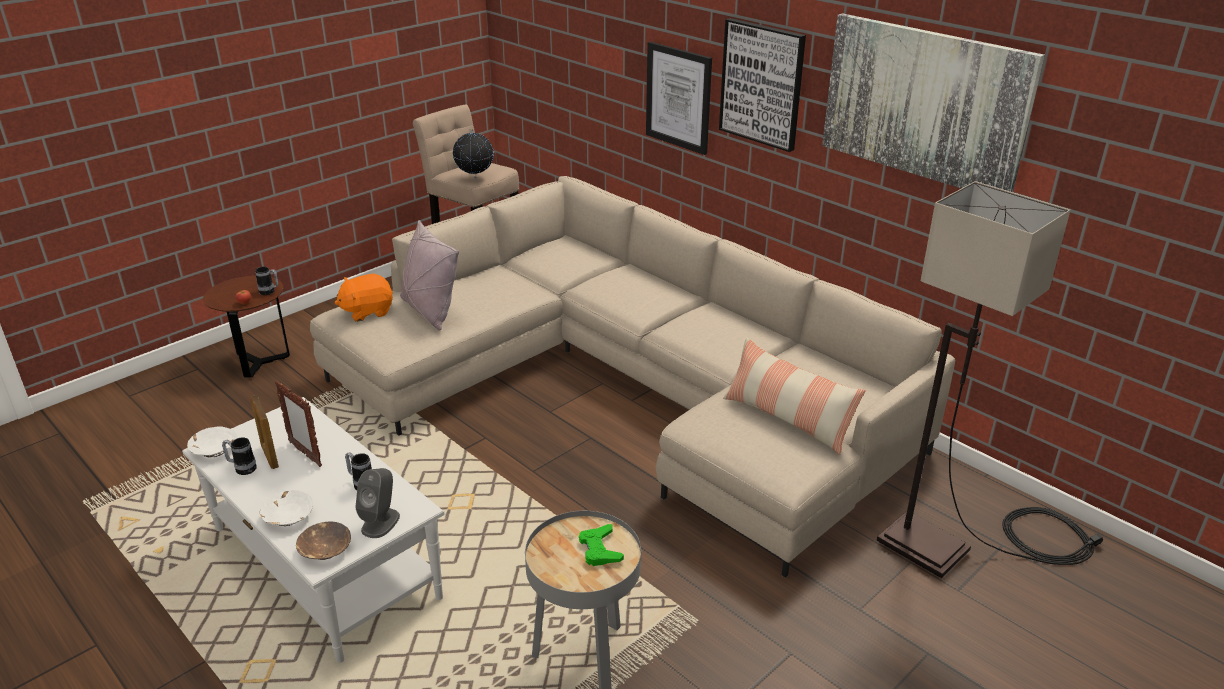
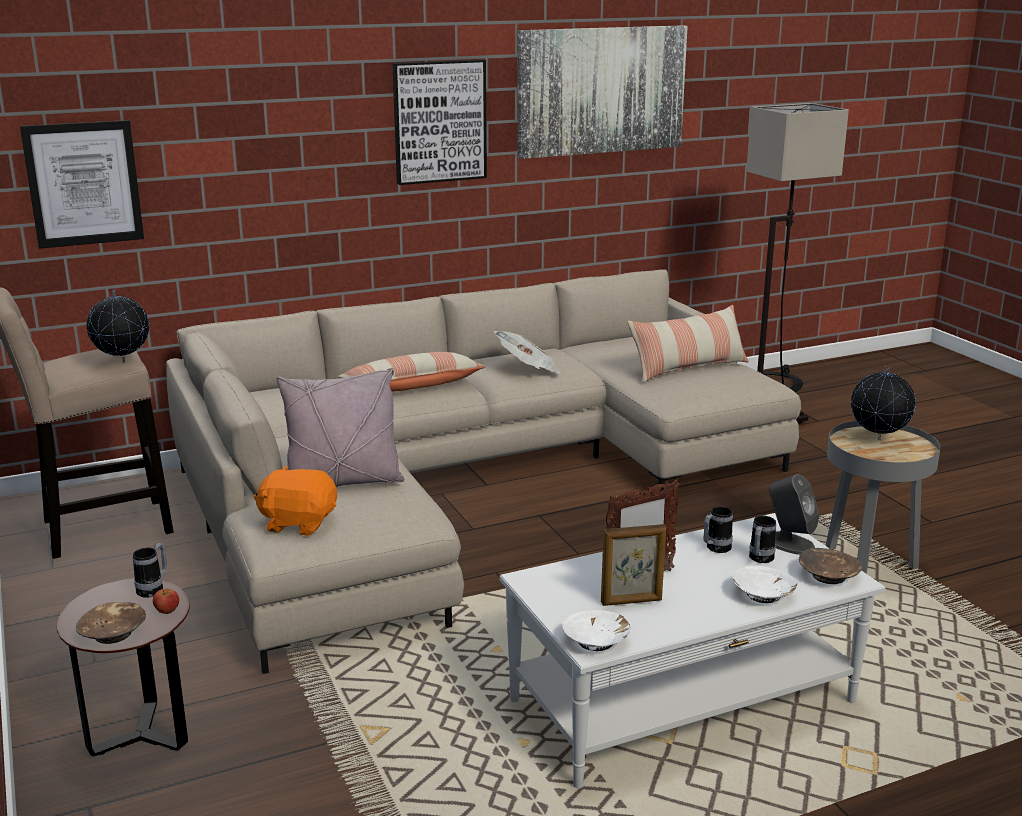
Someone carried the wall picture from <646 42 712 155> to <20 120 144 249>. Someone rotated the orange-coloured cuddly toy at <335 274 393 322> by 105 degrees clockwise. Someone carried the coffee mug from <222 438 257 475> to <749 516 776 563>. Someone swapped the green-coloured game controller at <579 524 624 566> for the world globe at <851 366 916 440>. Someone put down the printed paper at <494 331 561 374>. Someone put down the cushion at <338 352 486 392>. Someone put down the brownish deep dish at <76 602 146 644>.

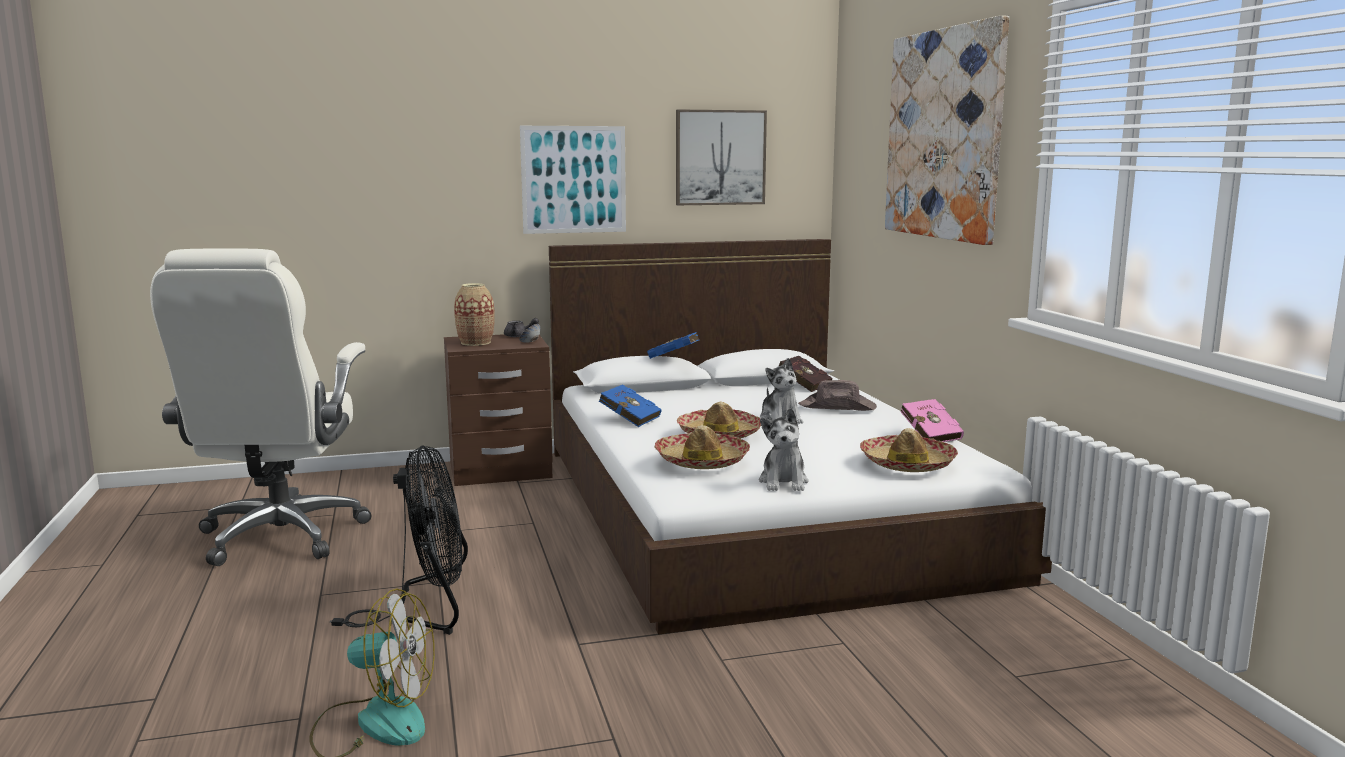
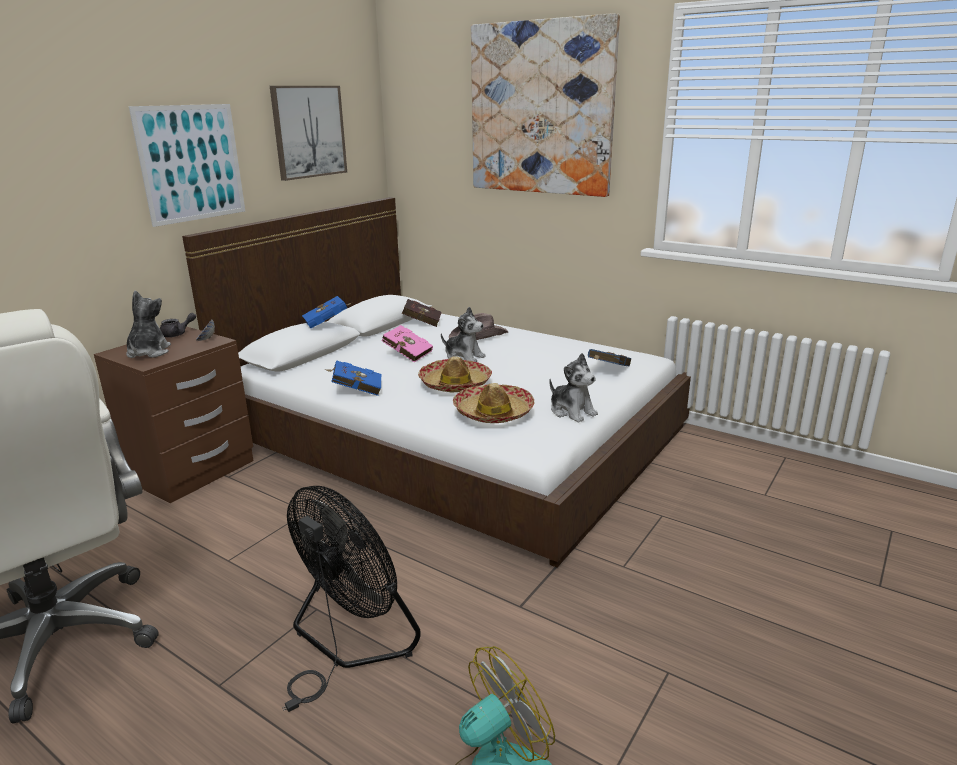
Someone swapped the flower vase at <454 283 495 346> for the cuddly toy at <126 291 171 358>. Someone carried the pink-coloured bound book from <901 399 964 442> to <382 325 433 362>. Someone swapped the hat at <860 428 958 472> for the blue bound book at <588 349 632 367>.

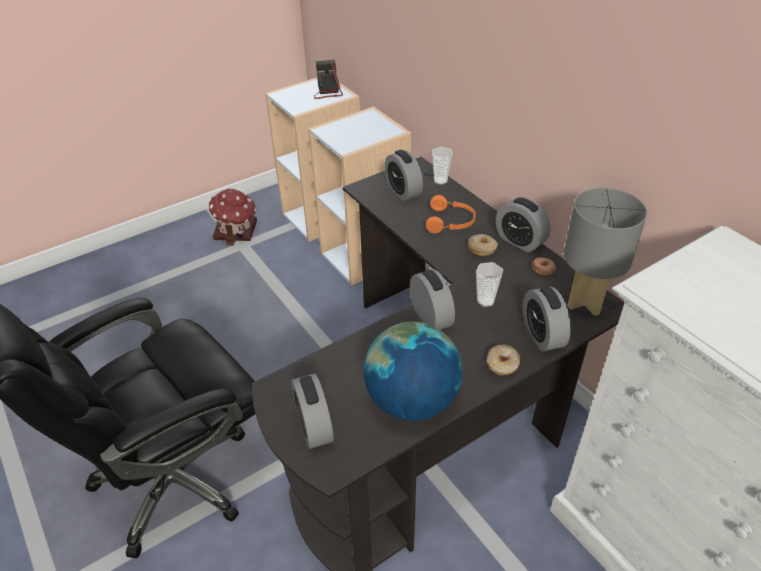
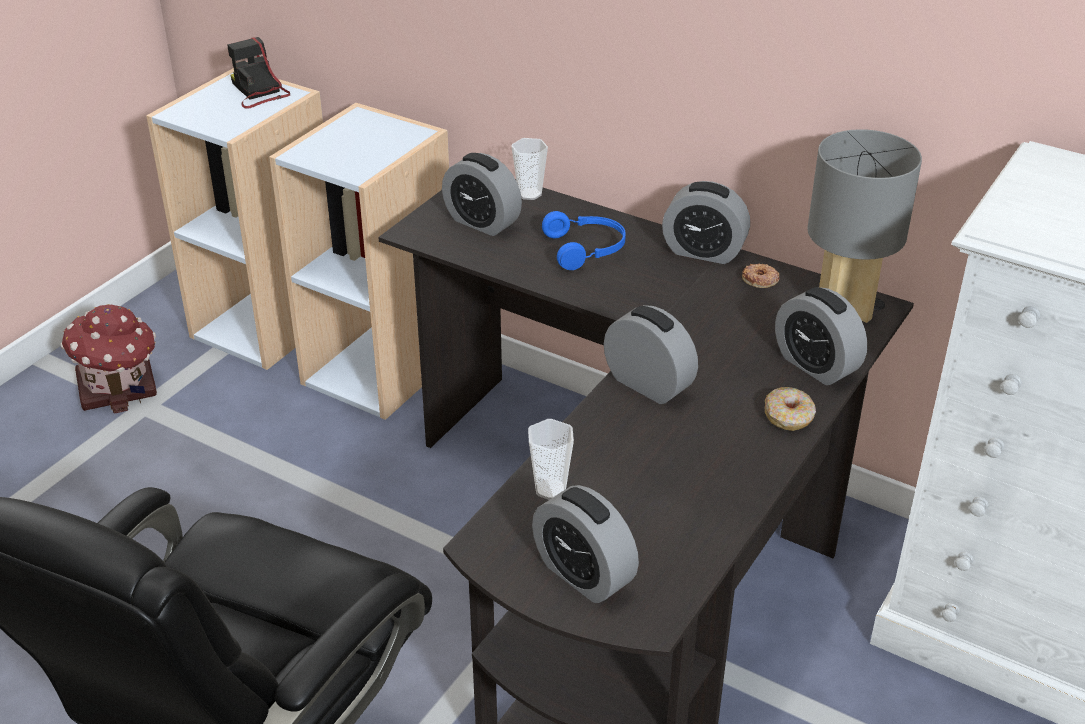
Someone repainted the orange-coloured headphones at <426 195 476 233>, which became the blue headphones at <542 211 626 270>. Someone took away the ring doughnut at <468 234 498 256>. Someone carried the small cup from <476 262 503 307> to <528 419 574 500>. Someone took away the world globe at <364 322 462 421>.

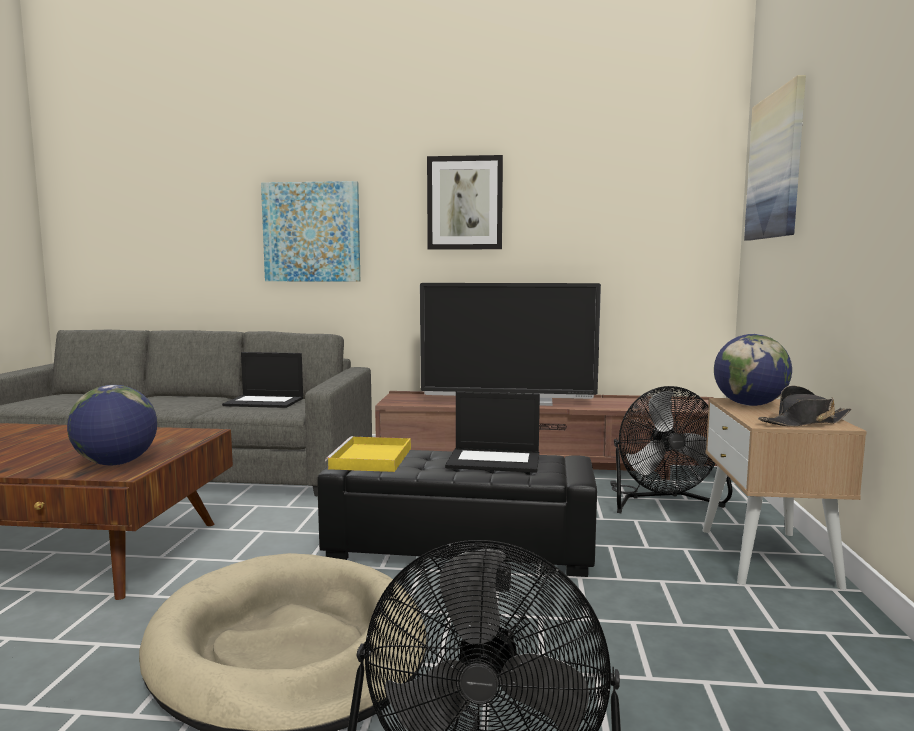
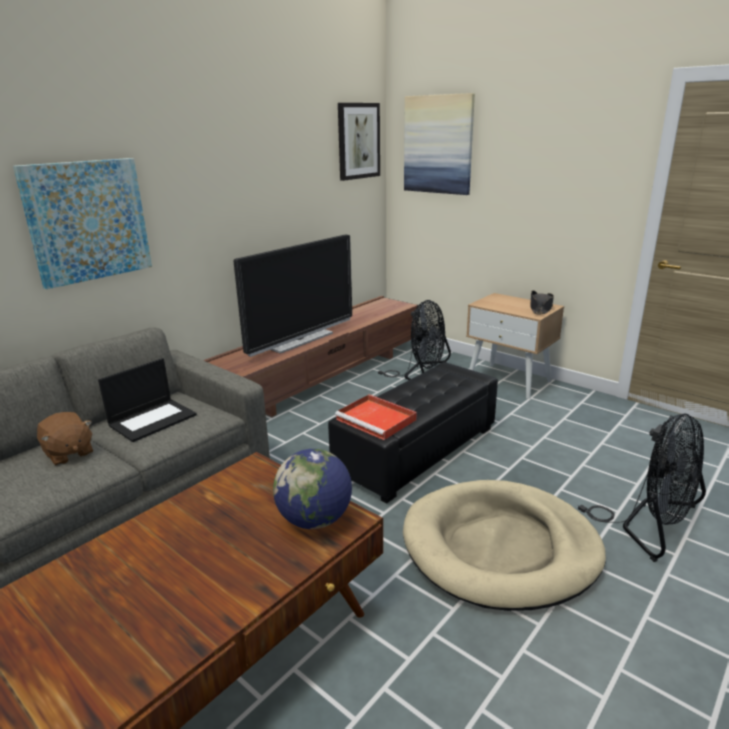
Someone carried the wall picture from <427 155 503 250> to <338 103 380 181>. Someone took away the world globe at <714 334 792 406>. Someone took away the notebook computer at <445 391 540 473>. Someone repainted the yellowish tray at <325 436 411 472>, which became the red tray at <335 394 417 440>. Someone put down the brownish cuddly toy at <37 412 93 466>.

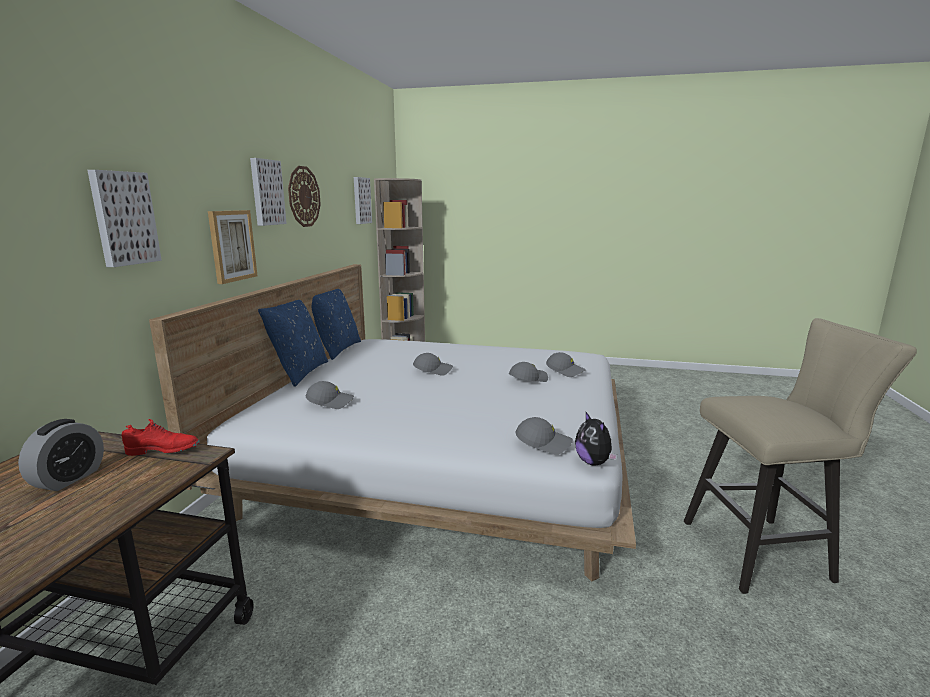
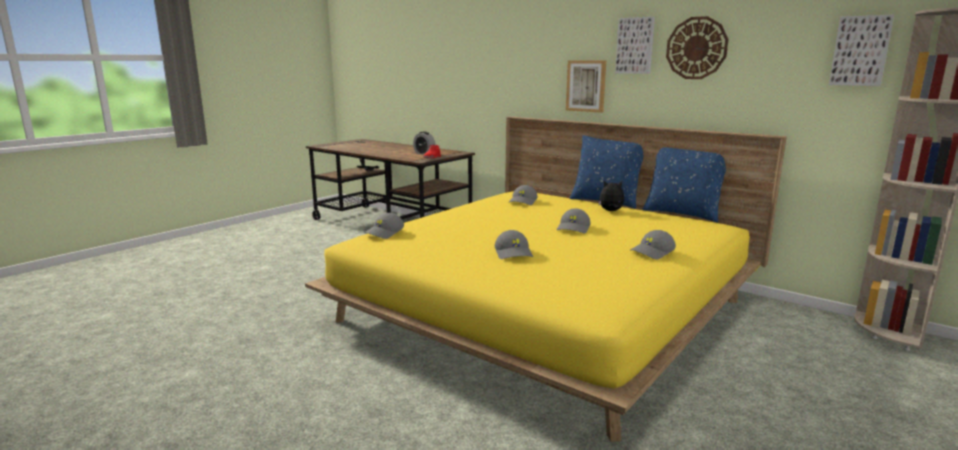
Someone took away the wall picture at <87 170 162 267>. Someone repainted the white-coloured bed at <149 264 636 582>, which became the yellowish bed at <305 117 787 442>. Someone took away the sand-coloured sitting stool at <684 318 917 594>. Someone carried the grey cap from <546 352 586 377> to <630 230 676 259>. Someone carried the cuddly toy from <575 412 618 466> to <598 181 624 211>.

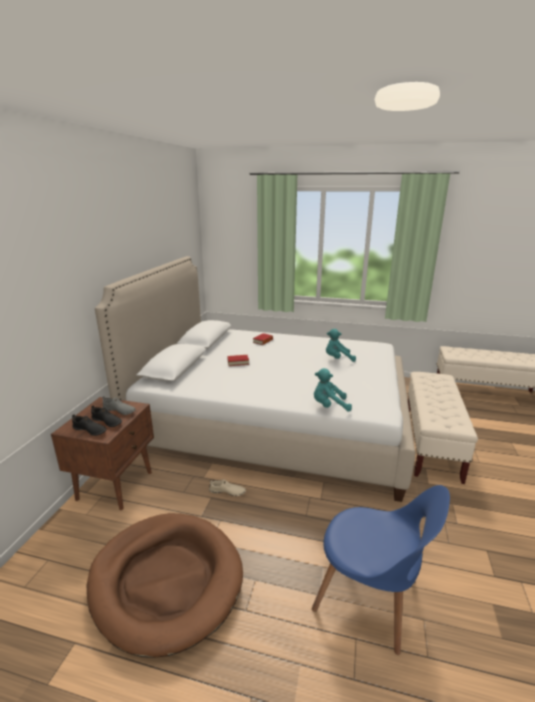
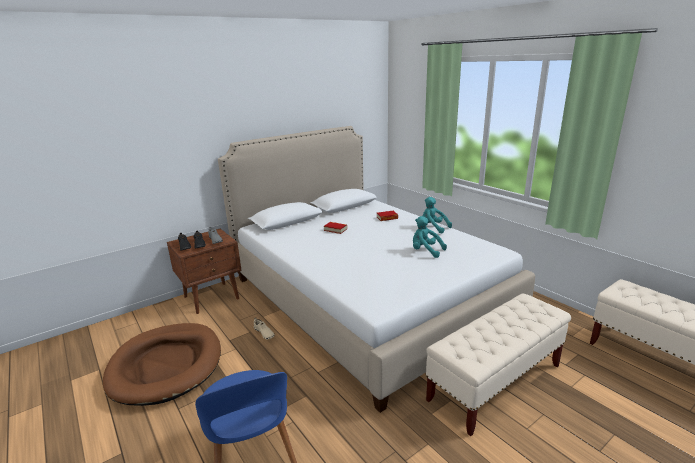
Someone carried the turquoise cuddly toy from <314 368 352 412> to <422 197 452 233>.

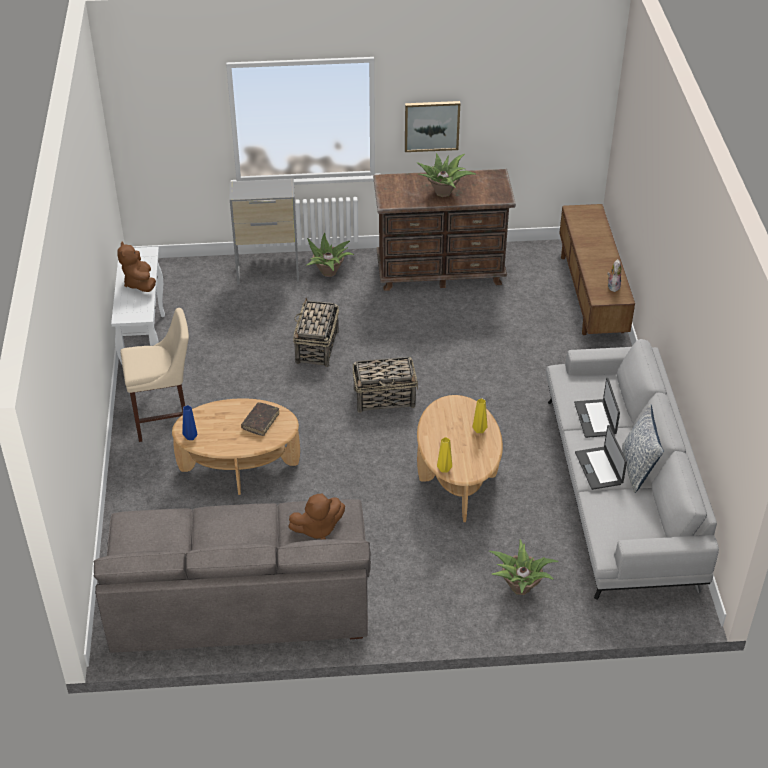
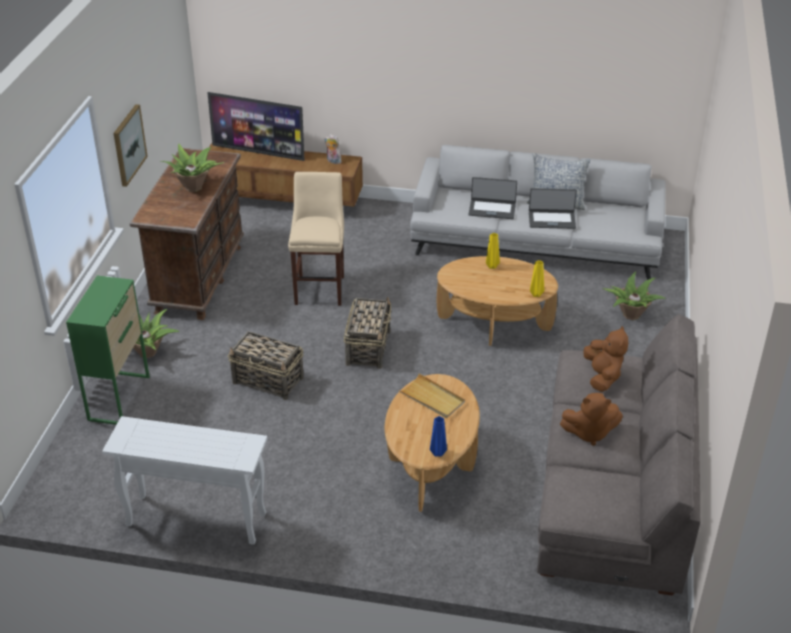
Someone repainted the grey cabinet at <230 179 299 285>, which became the green-coloured cabinet at <66 276 150 425>. Someone carried the brownish cuddly toy from <117 242 156 292> to <560 393 623 446>. Someone carried the sand-coloured sitting stool from <120 308 189 442> to <288 172 344 306>. Someone swapped the brownish bound book at <241 402 279 436> for the sand-coloured tray at <398 373 465 418>. Someone put down the television at <207 92 305 161>.

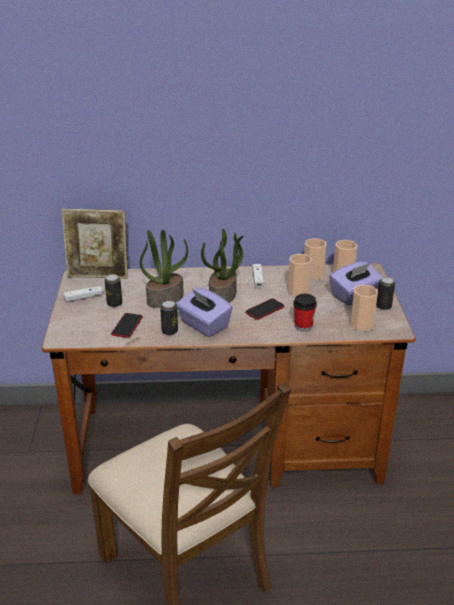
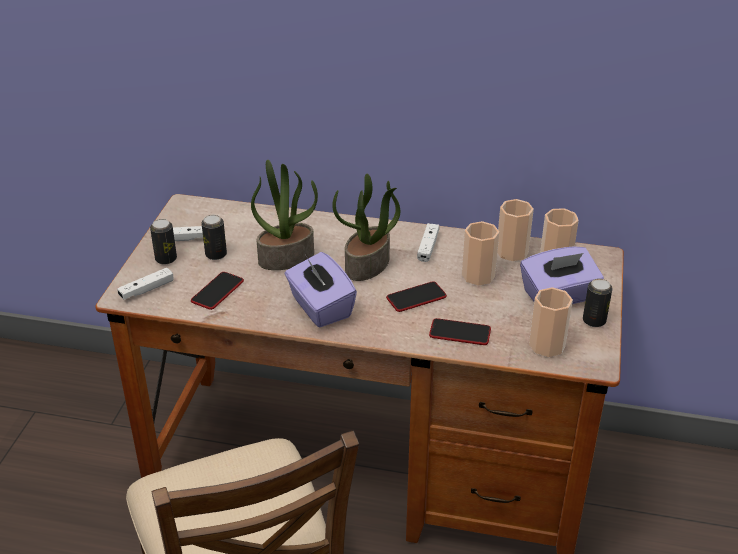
Someone took away the standing frame at <61 209 128 279>. Someone swapped the small cup at <293 294 317 331> for the handset at <429 318 491 345>. Someone carried the can from <160 301 178 335> to <150 219 177 265>. Someone put down the white-coloured game controller at <117 268 174 300>.

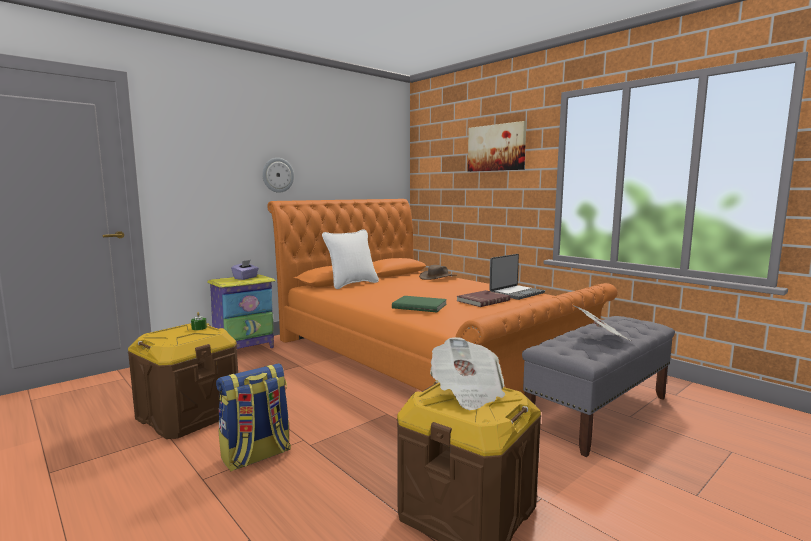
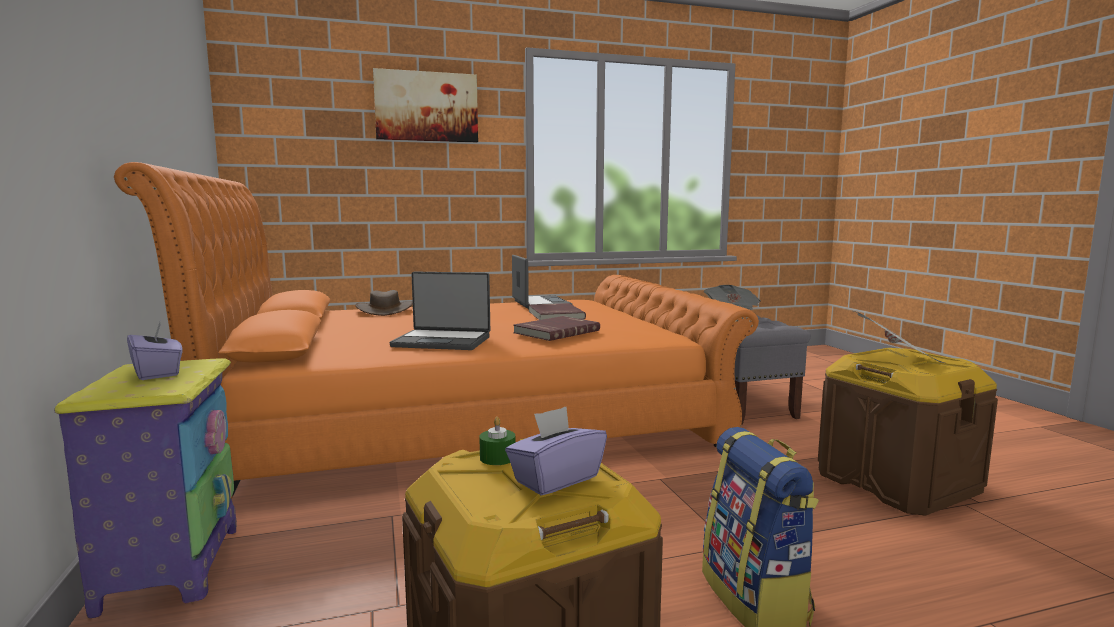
Someone took away the clock on the wall at <262 158 294 193>. Someone took away the white-coloured cushion at <322 229 379 289>. Someone repainted the green-coloured bound book at <392 296 447 312>, which became the red bound book at <513 316 600 341>. Someone put down the notebook computer at <390 271 490 350>. Someone put down the purplish tissue holder at <505 407 607 496>.

